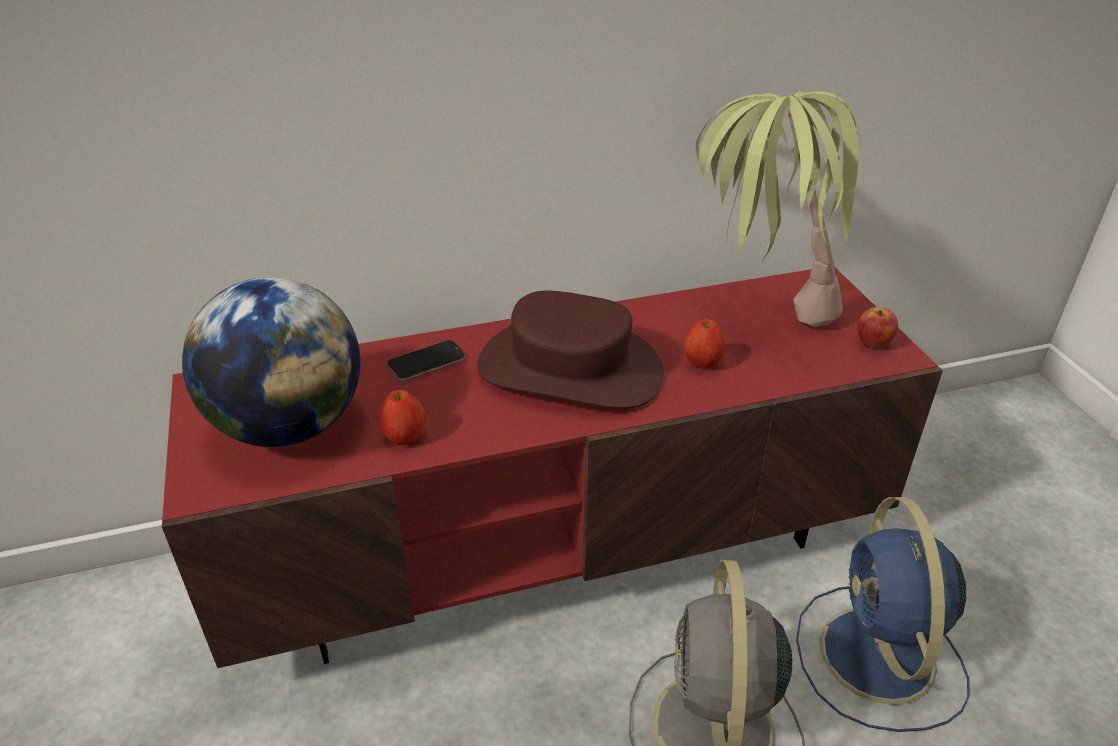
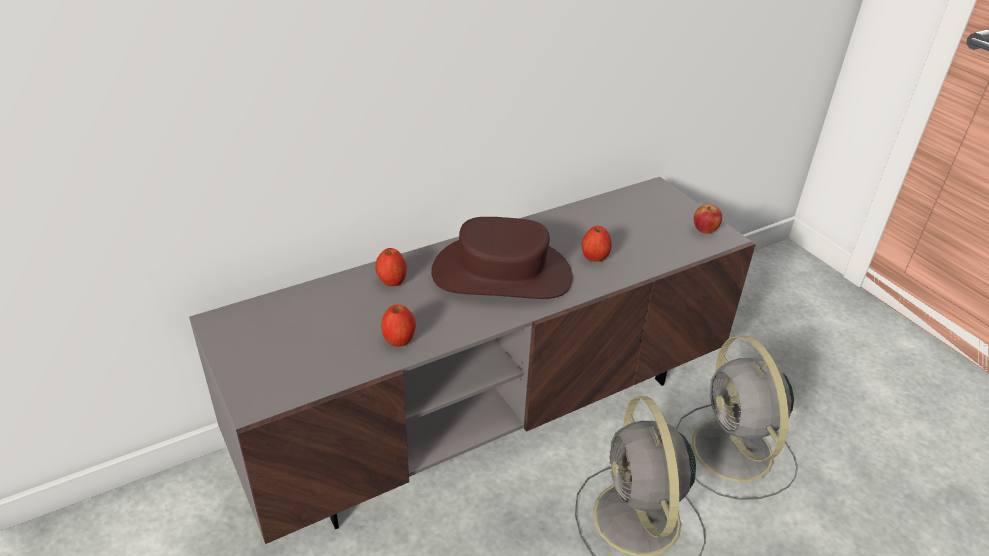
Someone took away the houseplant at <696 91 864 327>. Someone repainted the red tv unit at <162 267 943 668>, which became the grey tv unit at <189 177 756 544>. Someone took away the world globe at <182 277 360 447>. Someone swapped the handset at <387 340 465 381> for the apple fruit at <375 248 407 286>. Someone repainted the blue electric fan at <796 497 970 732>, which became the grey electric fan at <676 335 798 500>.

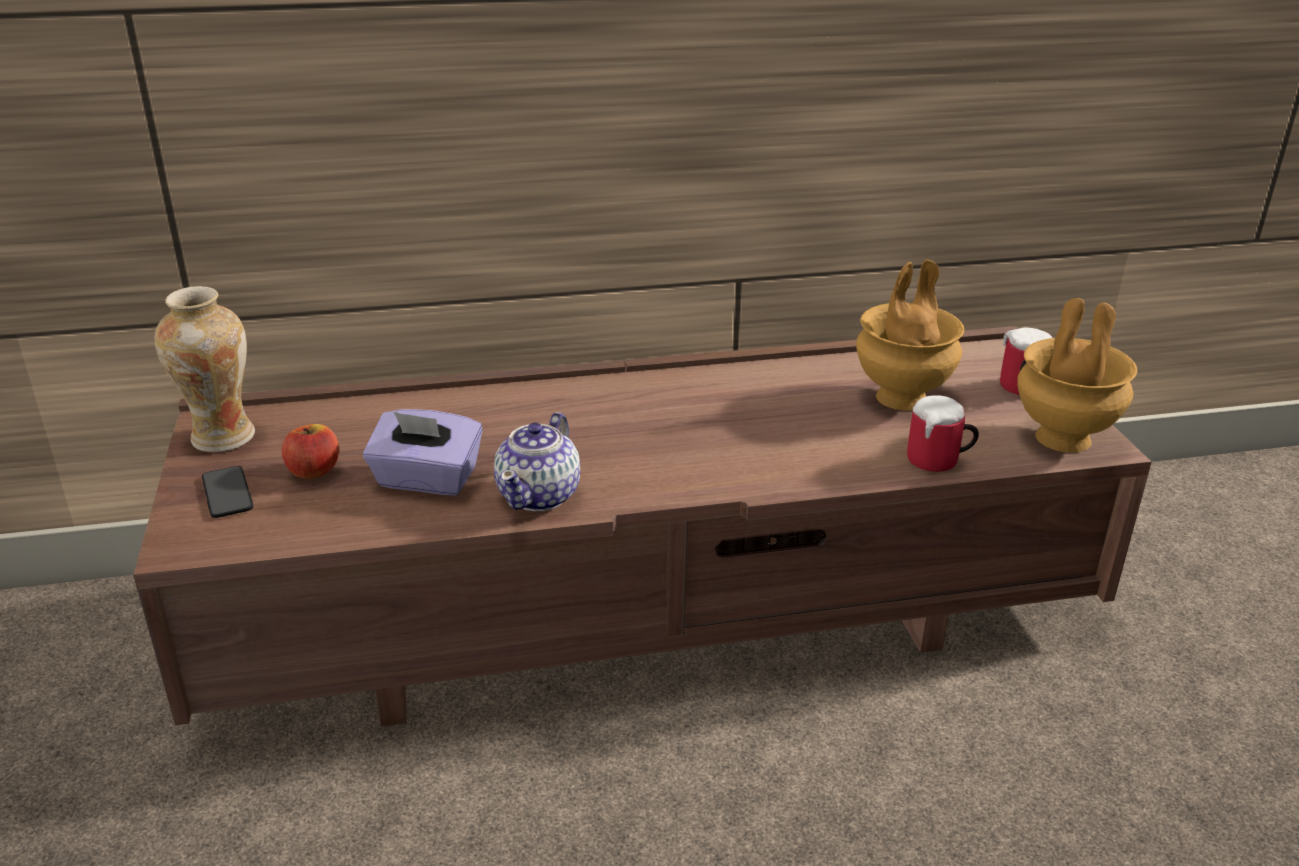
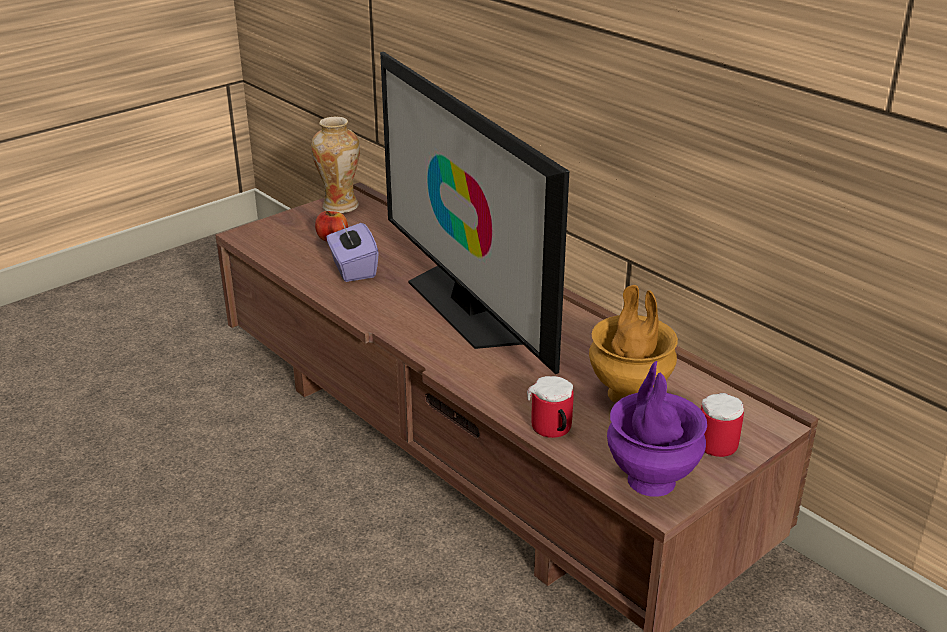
Someone repainted the brownish flower vase at <1017 298 1137 453>, which became the purplish flower vase at <607 361 707 497>. Someone took away the teapot at <494 412 580 511>. Someone took away the handset at <202 466 253 518>. Someone put down the television at <380 52 569 374>.

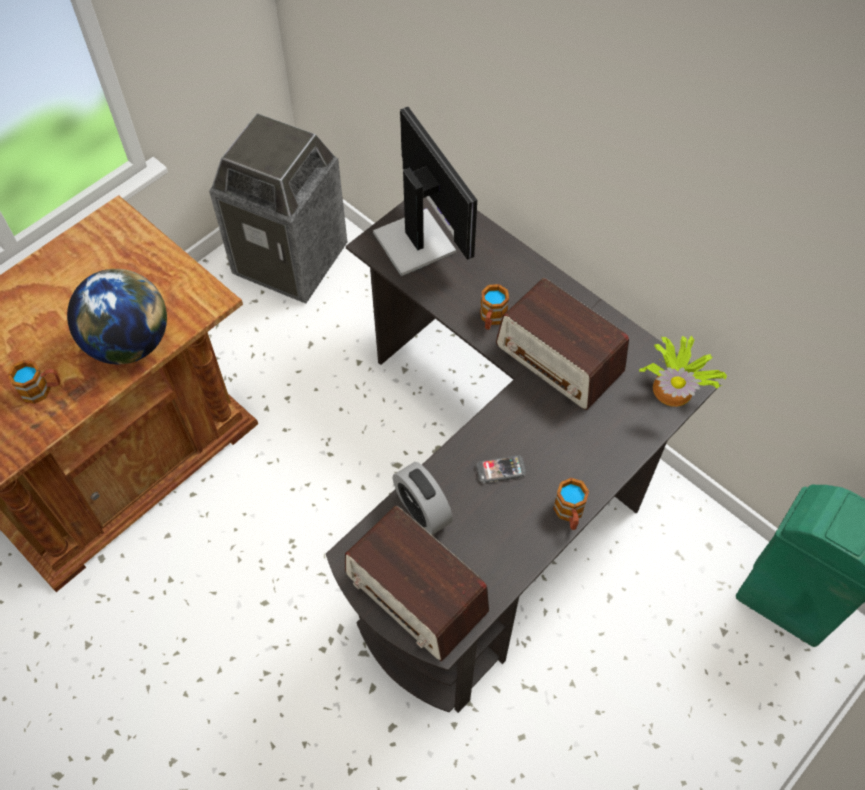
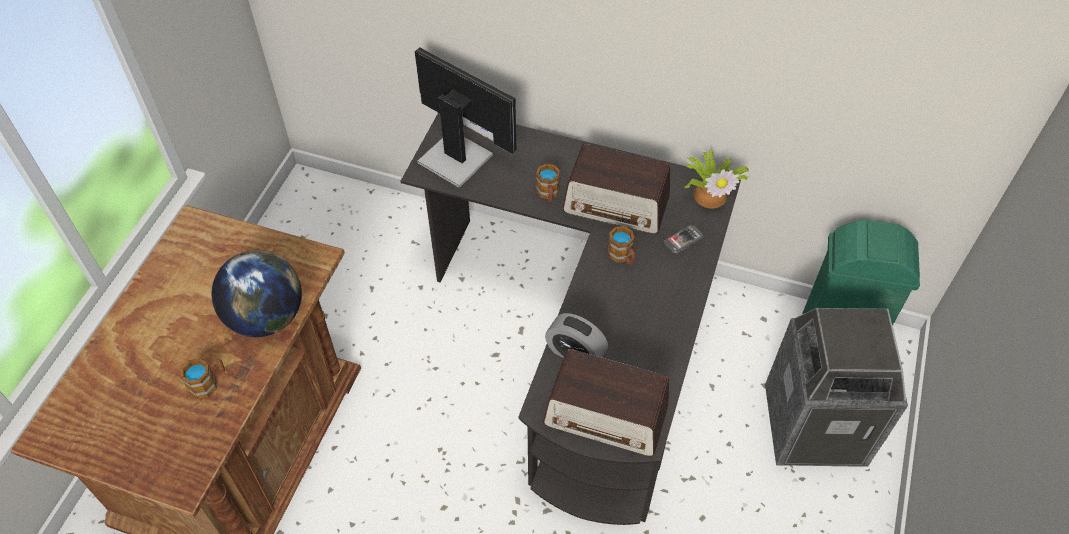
Someone carried the waste bin from <209 113 347 304> to <765 308 908 467>. Someone carried the handset from <476 455 527 483> to <664 225 703 253>. Someone carried the coffee mug from <553 478 589 530> to <608 226 635 265>.

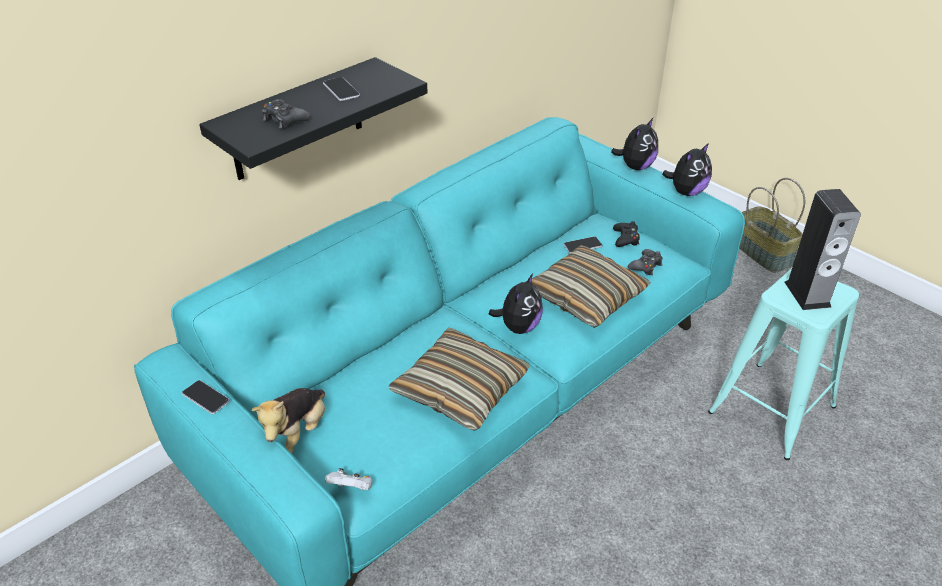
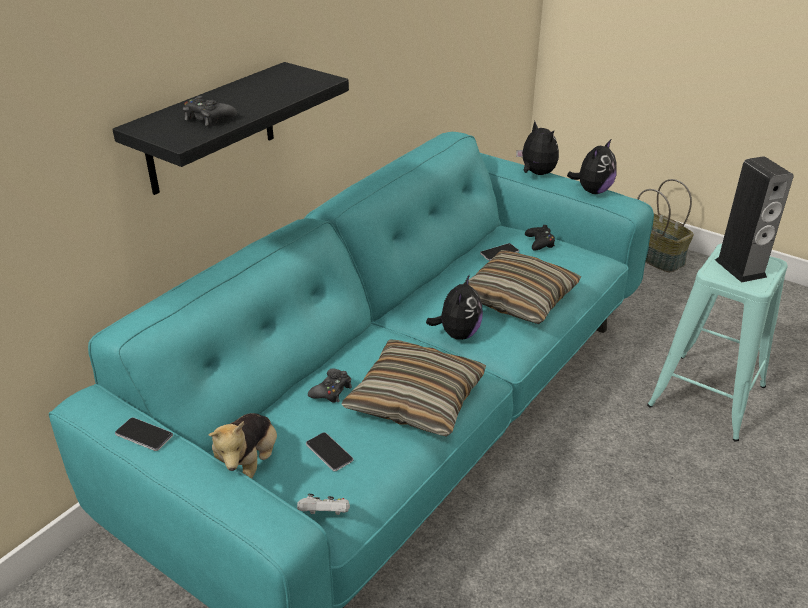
Someone carried the handset from <323 77 360 101> to <306 432 353 471>. Someone rotated the cuddly toy at <611 118 658 170> by 60 degrees counterclockwise. Someone carried the blackish game controller from <628 249 663 275> to <308 368 352 403>.

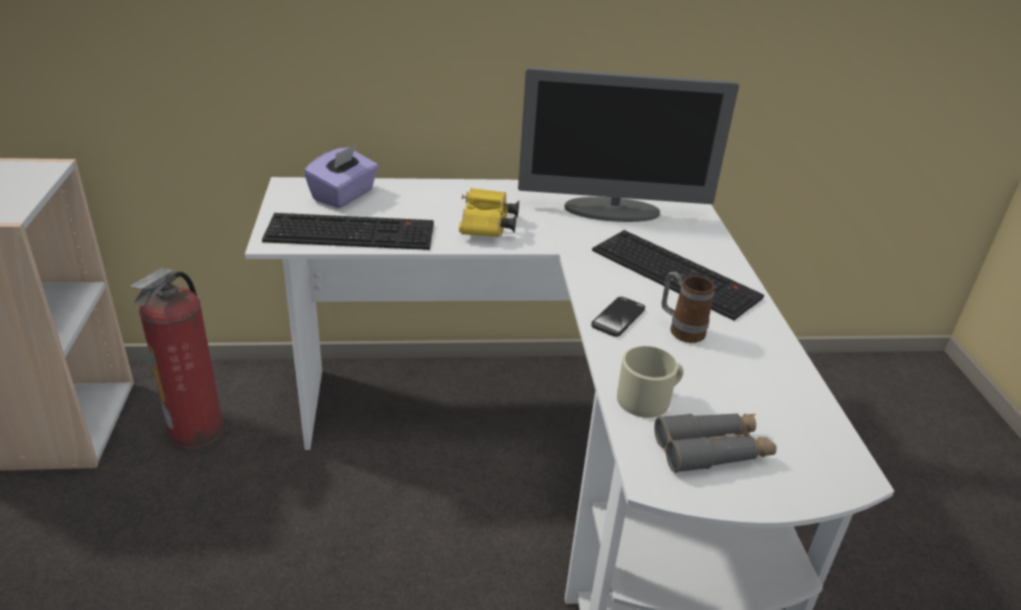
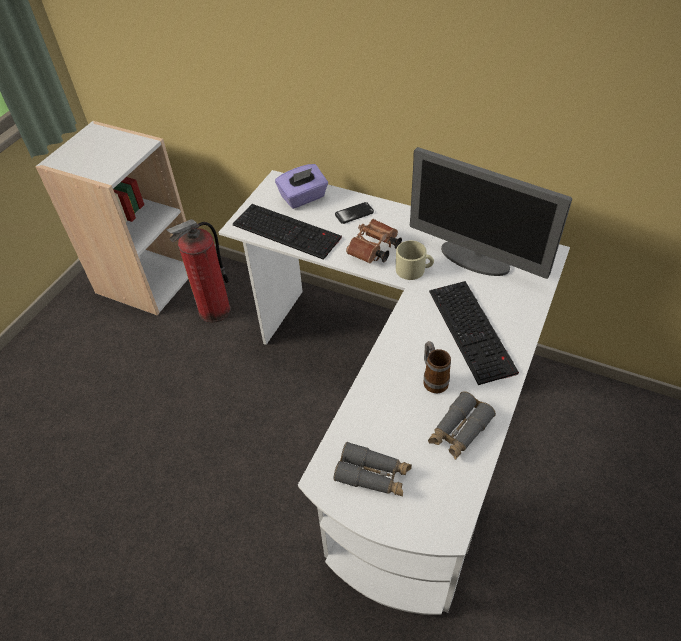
Someone repainted the yellowish field glasses at <459 188 519 237>, which became the brownish field glasses at <346 219 402 263>. Someone carried the handset from <591 297 645 337> to <335 202 374 224>. Someone carried the sand-coloured coffee mug from <617 346 684 418> to <396 241 434 280>. Someone put down the grey field glasses at <428 391 496 460>.

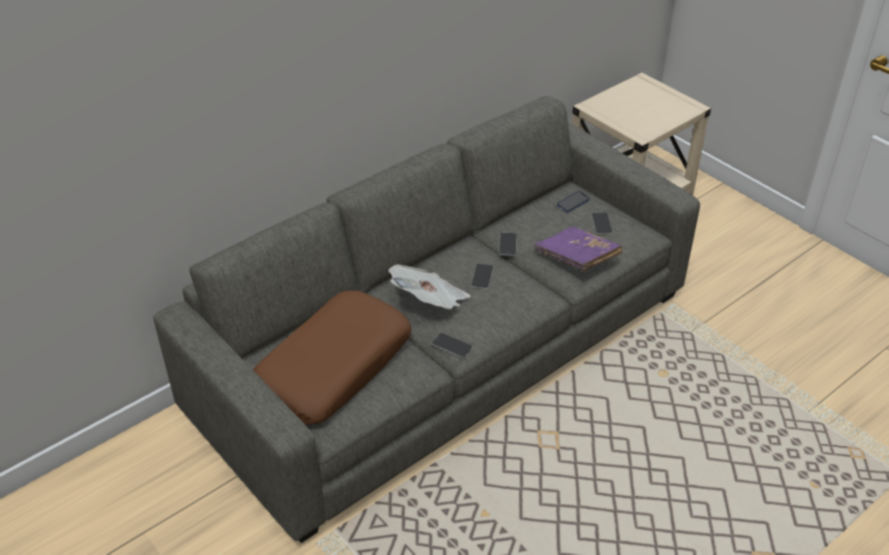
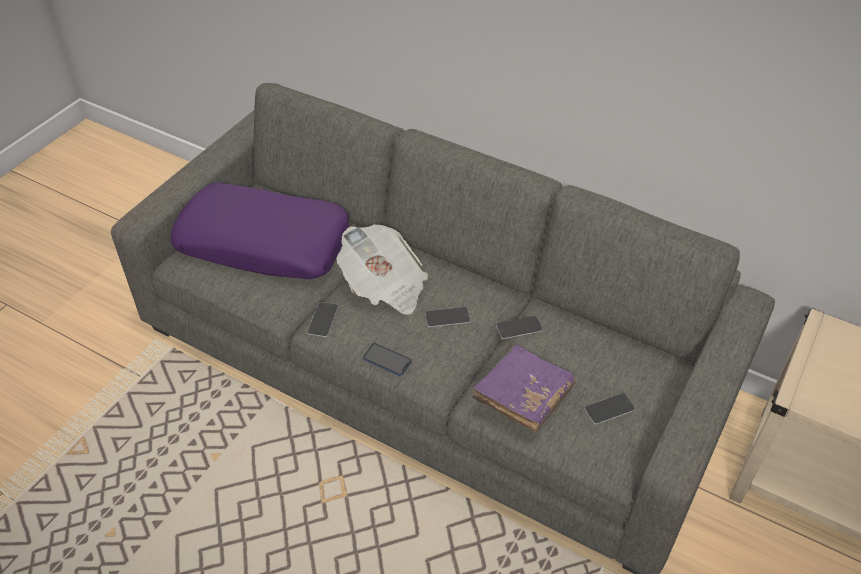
Someone carried the handset from <557 191 590 212> to <363 343 411 376>. Someone repainted the brownish cushion at <253 291 411 424>, which became the purplish cushion at <171 183 349 279>.

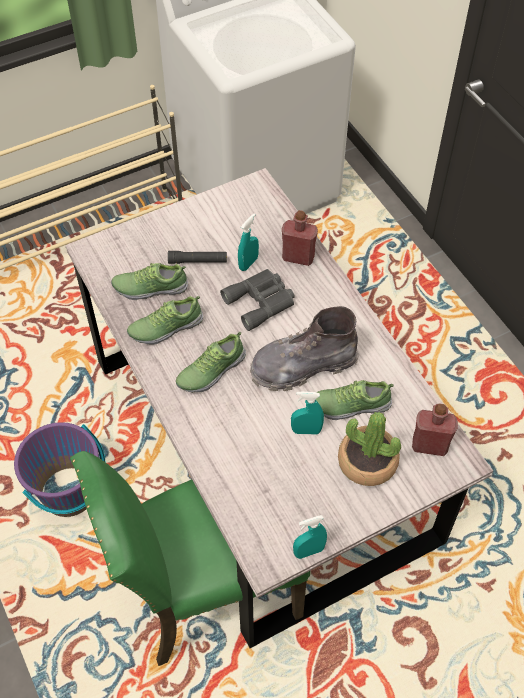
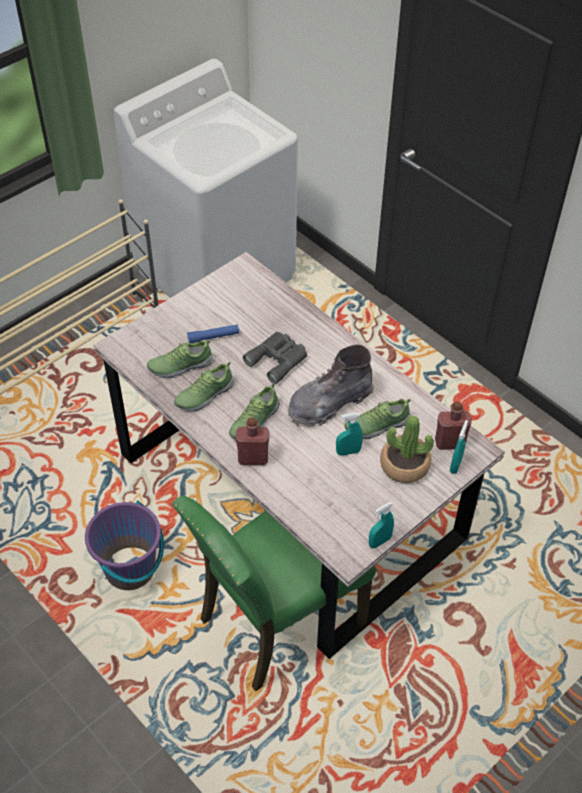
Someone carried the red drink bottle from <282 210 318 266> to <235 417 269 465>. Someone carried the turquoise spray bottle from <238 214 259 271> to <450 420 468 474>. Someone repainted the blackish torch at <168 251 227 264>, which became the blue torch at <187 325 239 343>.

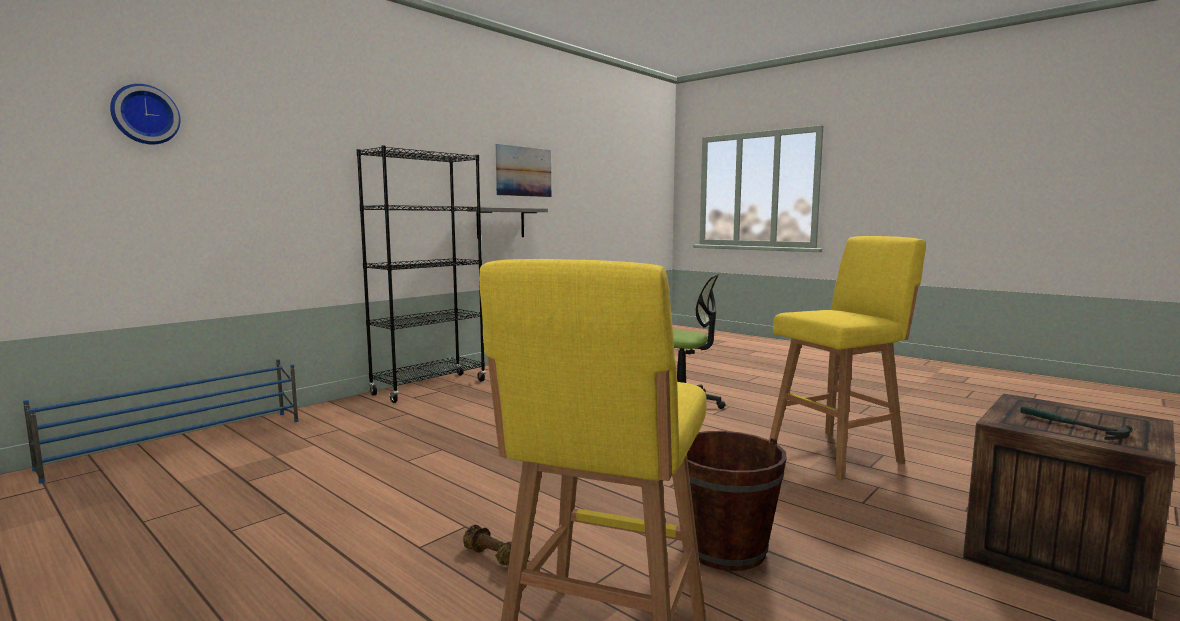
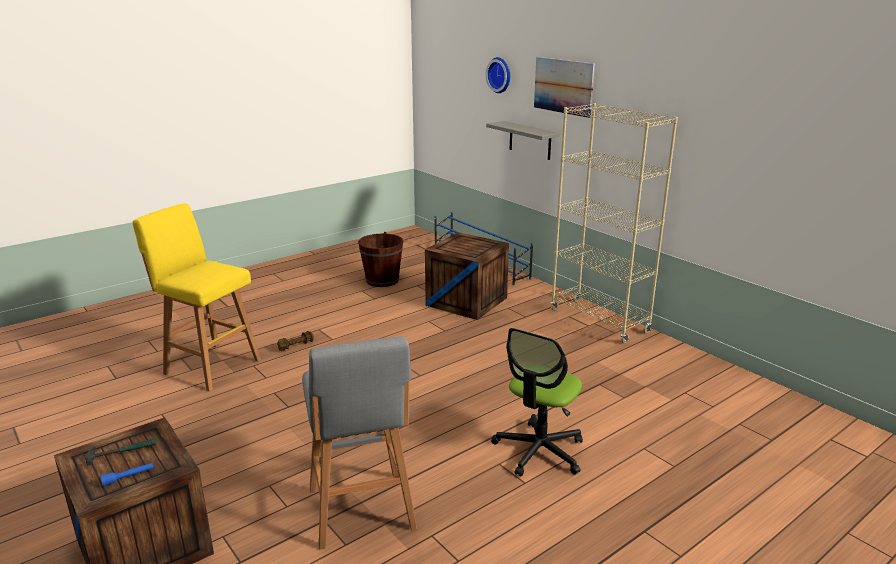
Someone carried the wall picture from <496 144 551 197> to <534 57 595 118>. Someone repainted the blackish shelving unit at <357 146 486 403>, which became the sand-coloured shelving unit at <551 103 678 344>. Someone carried the grey bracket shelf from <467 207 548 239> to <486 121 560 160>. Someone repainted the yellowish sitting stool at <769 236 926 480>, which became the grey sitting stool at <302 337 417 550>. Someone carried the brownish water bucket from <687 431 787 571> to <358 232 403 287>. Someone put down the crate at <425 232 509 320>. Someone put down the blue torch at <100 463 154 487>.

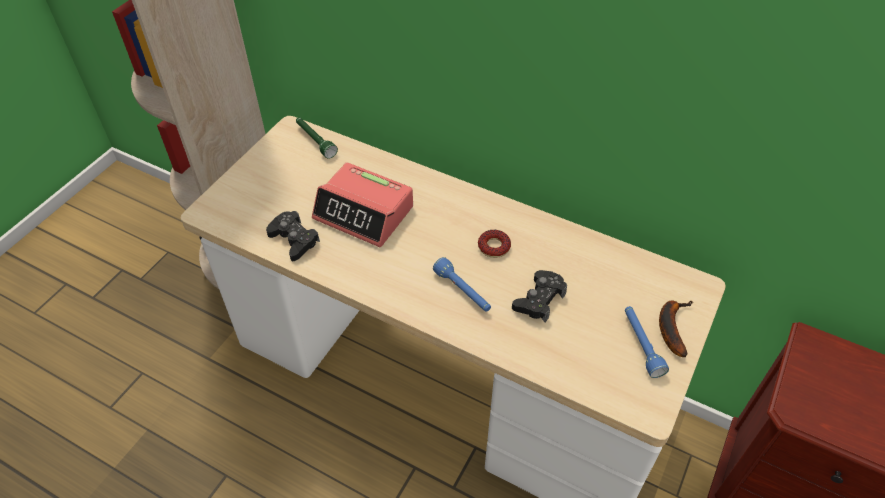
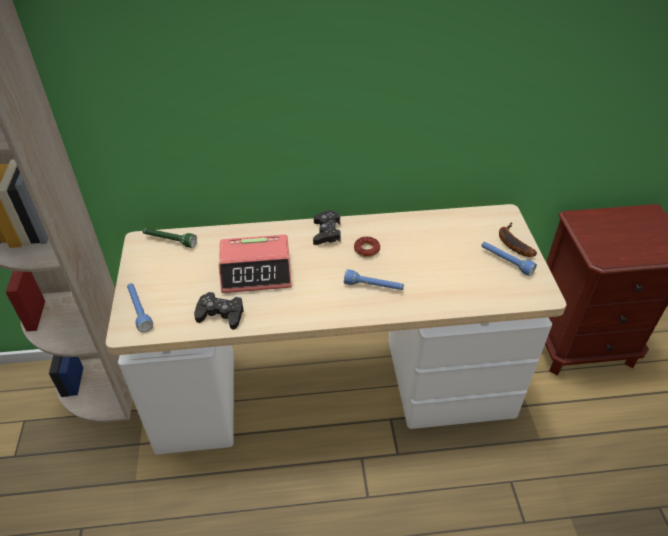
Someone carried the blackish game controller from <512 270 567 322> to <313 211 341 245>. Someone put down the blue torch at <127 283 153 332>.

